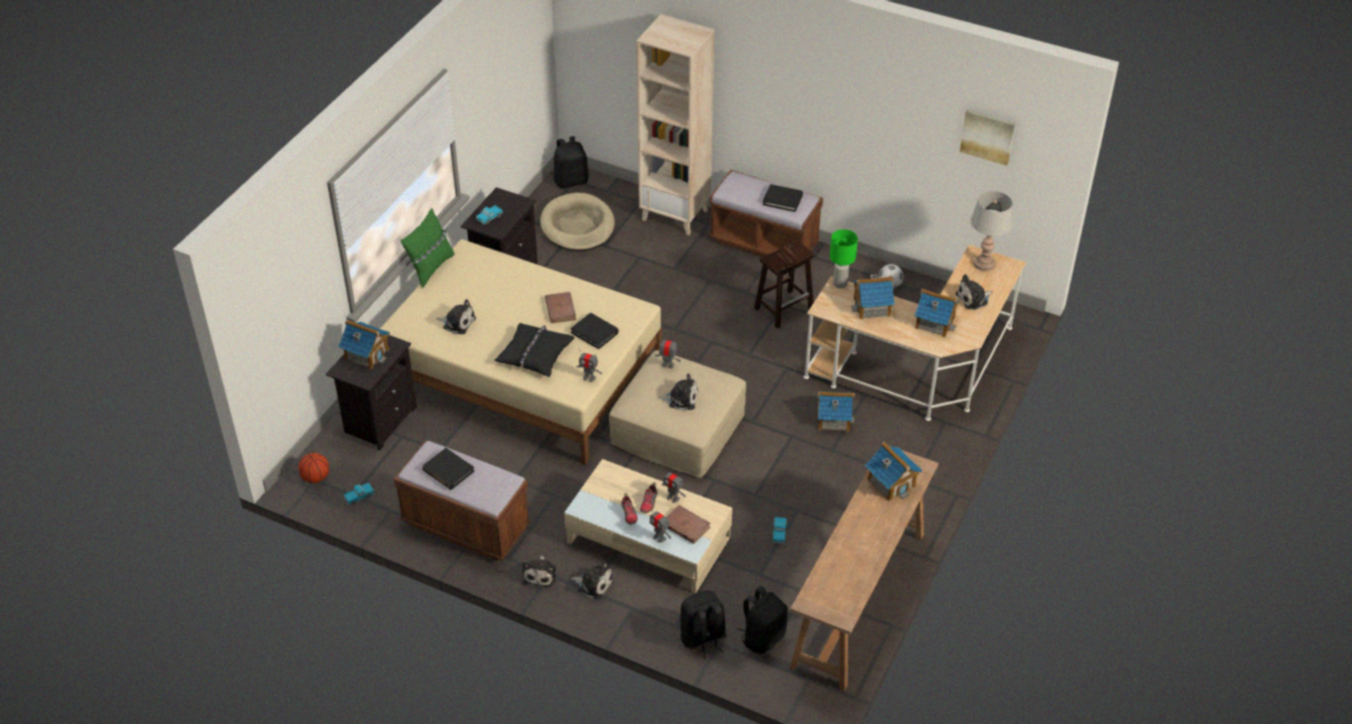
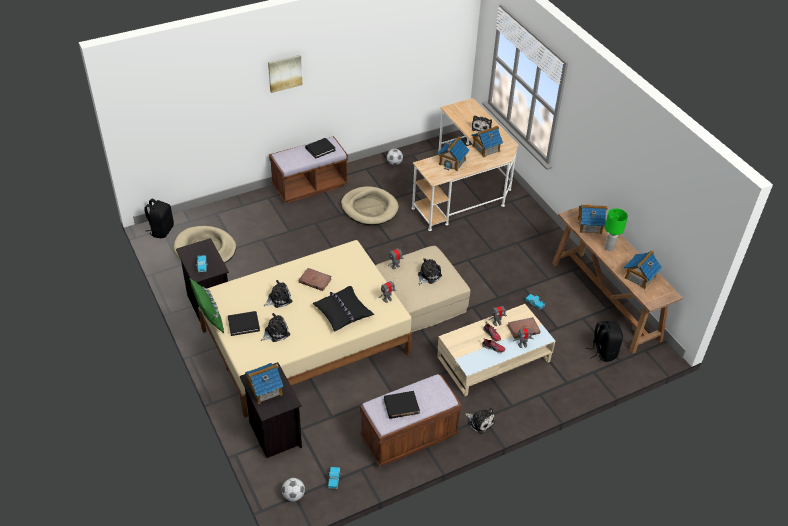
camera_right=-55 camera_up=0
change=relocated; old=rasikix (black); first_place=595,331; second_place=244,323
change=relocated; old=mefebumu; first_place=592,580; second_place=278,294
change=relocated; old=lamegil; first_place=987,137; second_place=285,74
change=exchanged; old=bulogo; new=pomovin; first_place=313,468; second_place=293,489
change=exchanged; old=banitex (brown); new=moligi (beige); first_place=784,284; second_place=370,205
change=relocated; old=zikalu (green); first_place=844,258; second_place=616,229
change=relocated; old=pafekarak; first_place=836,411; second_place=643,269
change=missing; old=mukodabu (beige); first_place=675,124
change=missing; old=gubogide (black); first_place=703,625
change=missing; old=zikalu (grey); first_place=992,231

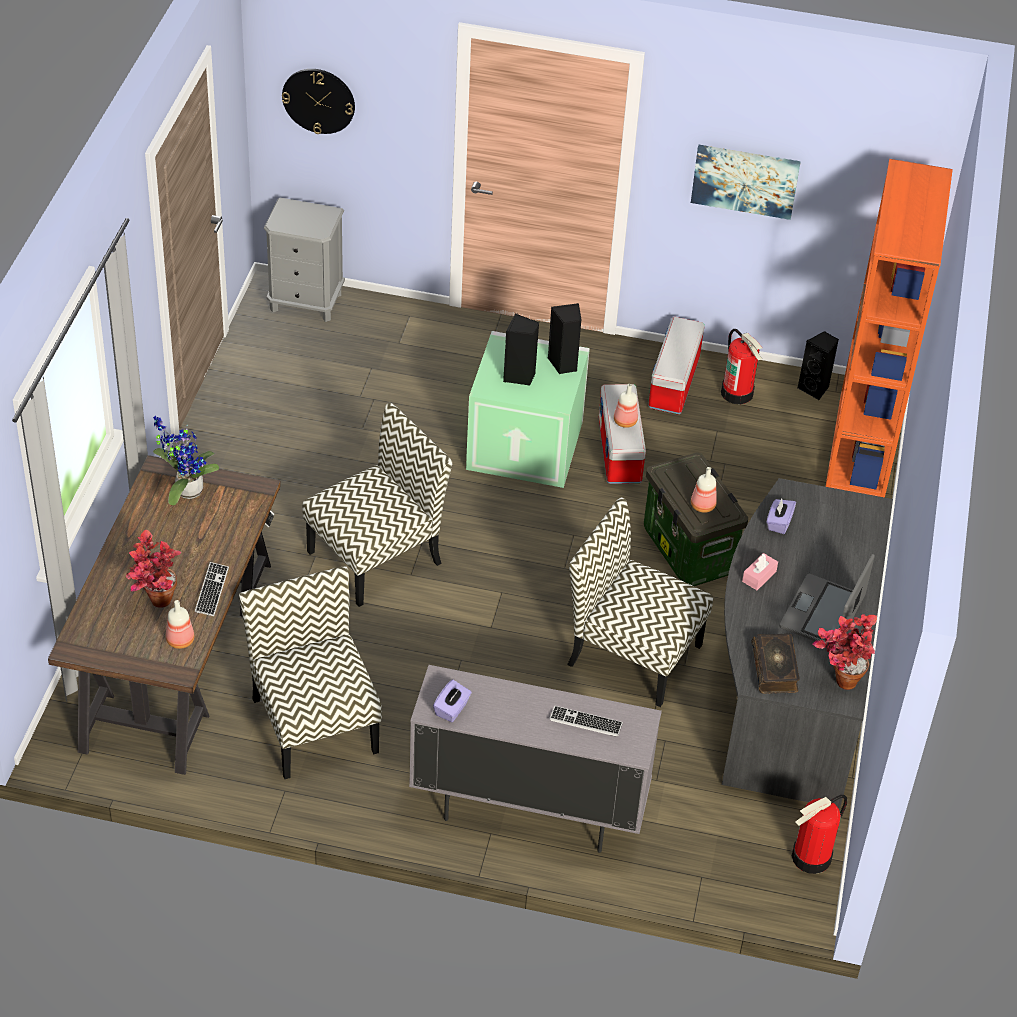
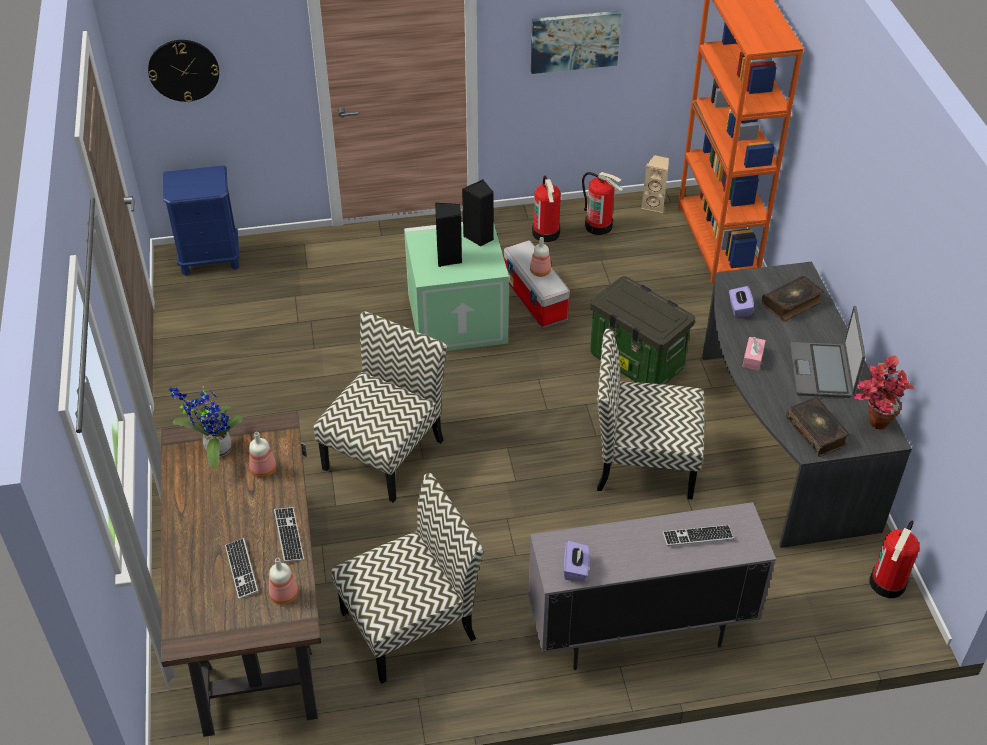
camera_right=-20 camera_up=0
change=colour; old=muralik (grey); new=muralik (blue); first_place=304,259; second_place=201,220
change=exchanged; old=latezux; new=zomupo; first_place=153,569; second_place=241,568
change=relocated; old=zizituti; first_place=704,490; second_place=262,455
change=spun; old=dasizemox; first_place=310,672; second_place=407,578; degrees=105
change=exchanged; old=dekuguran; new=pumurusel; first_place=676,366; second_place=546,209
change=colour; old=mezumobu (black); new=mezumobu (beige); first_place=818,365; second_place=655,184
change=appeared; new=rasikix; second_place=793,299

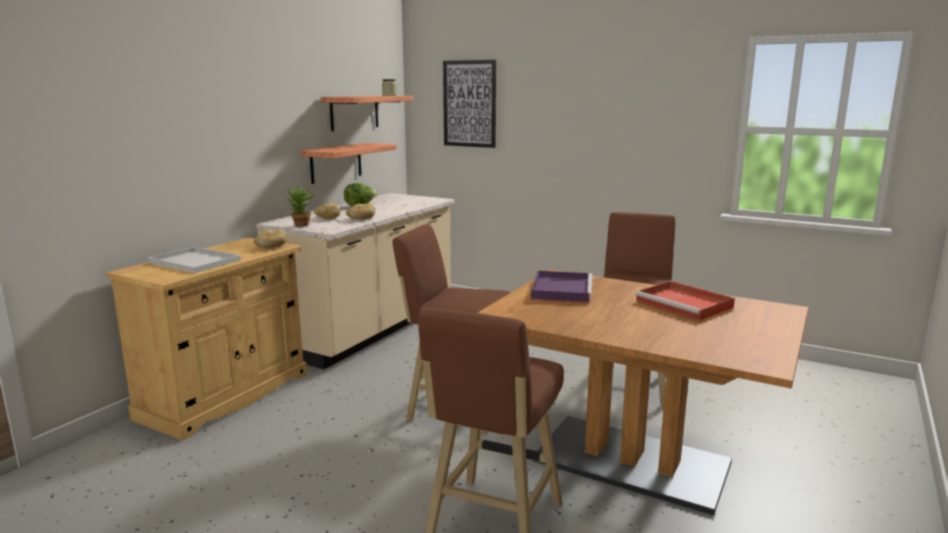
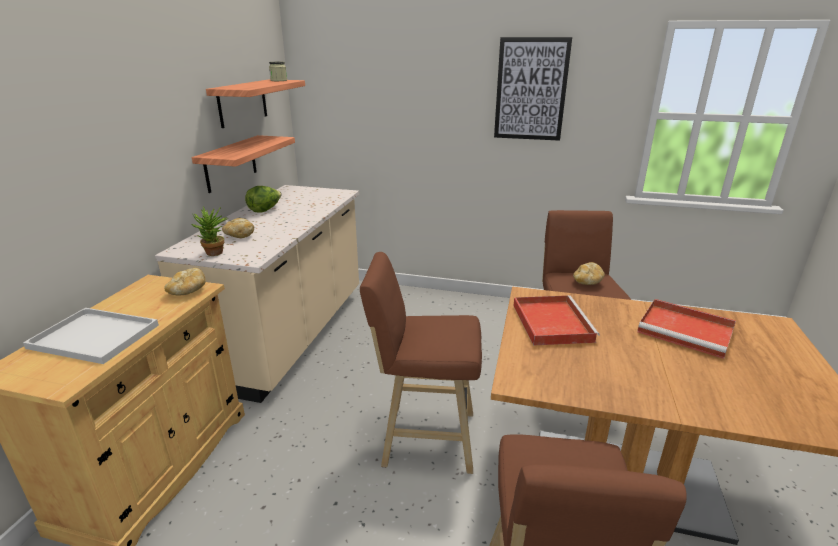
camera_right=-15 camera_up=10
change=relocated; old=lamegil; first_place=469,104; second_place=533,89
change=colour; old=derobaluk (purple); new=derobaluk (red); first_place=561,287; second_place=557,320
change=relocated; old=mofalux; first_place=360,211; second_place=589,273

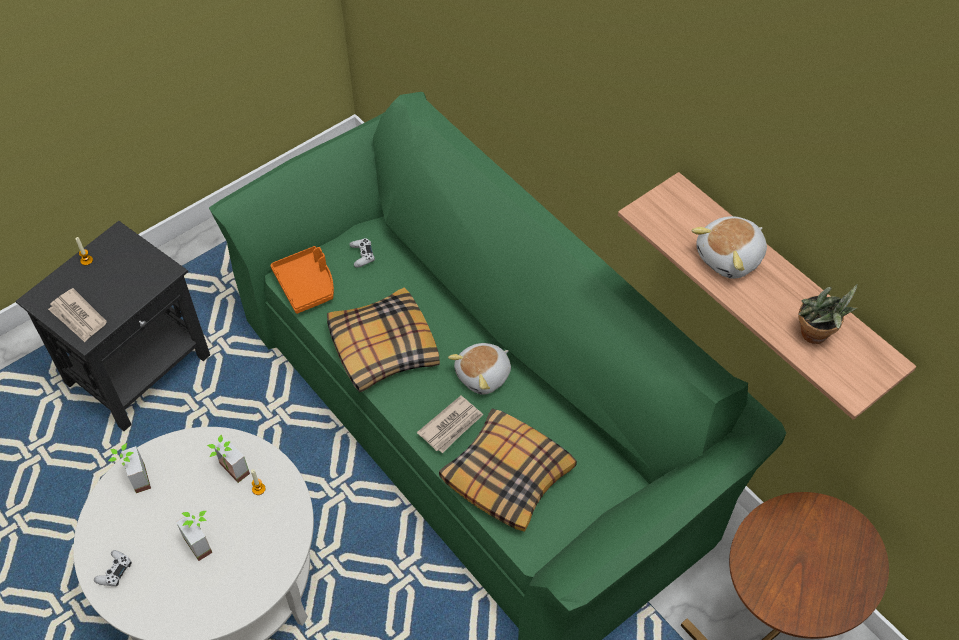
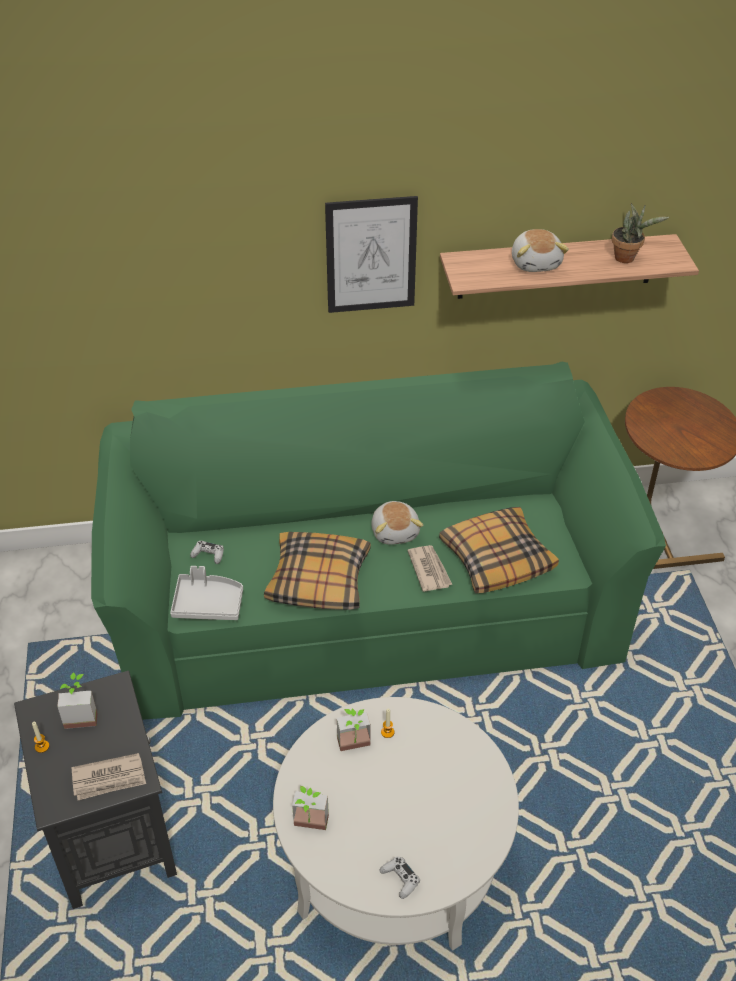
camera_right=-60 camera_up=-10
change=relocated; old=latezux; first_place=194,536; second_place=77,700
change=colour; old=derobaluk (orange); new=derobaluk (grey); first_place=302,280; second_place=206,593
change=appeared; new=lamegil; second_place=371,254

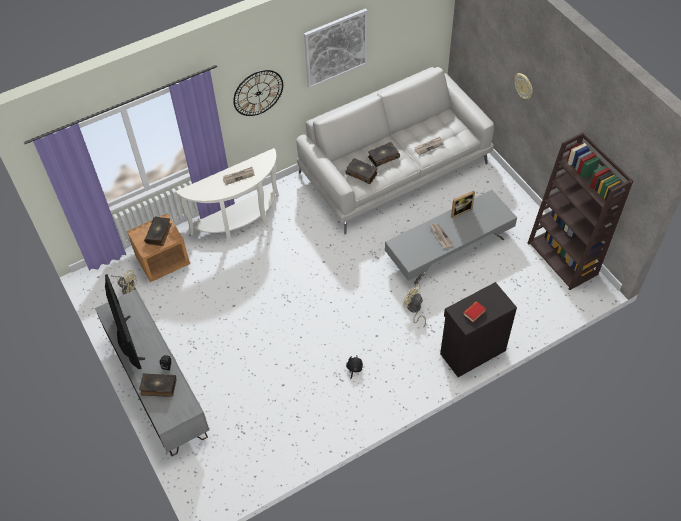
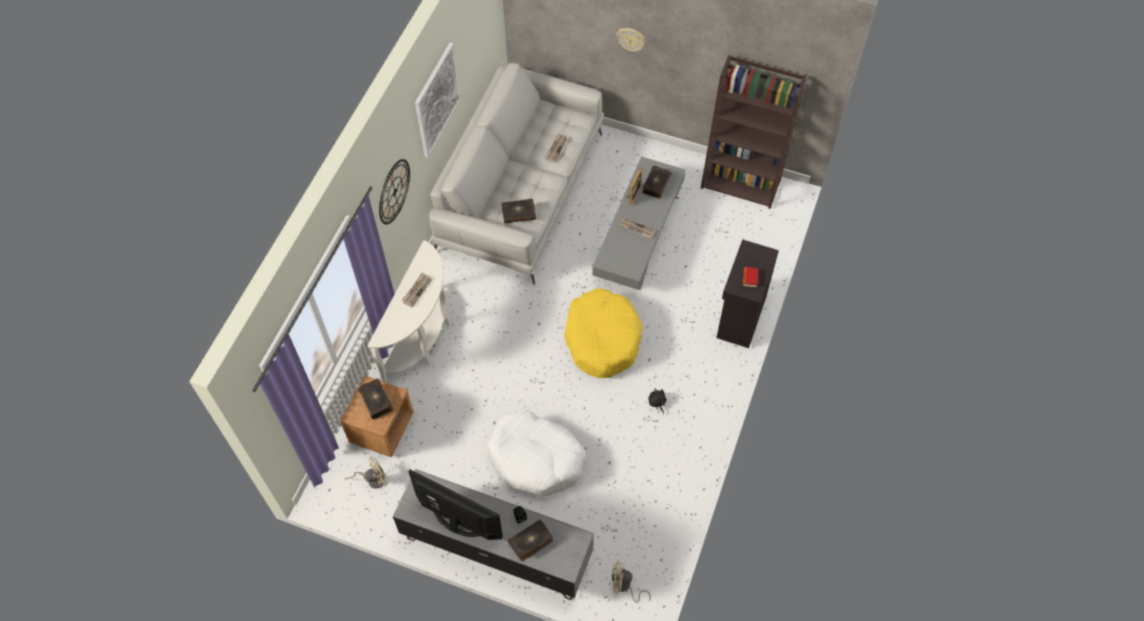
camera_right=-40 camera_up=5
change=appeared; new=moligi (white); second_place=537,453
change=appeared; new=moligi (yellow); second_place=603,333
change=relocated; old=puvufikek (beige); first_place=414,306; second_place=631,581
change=relocated; old=rasikix; first_place=384,154; second_place=657,182

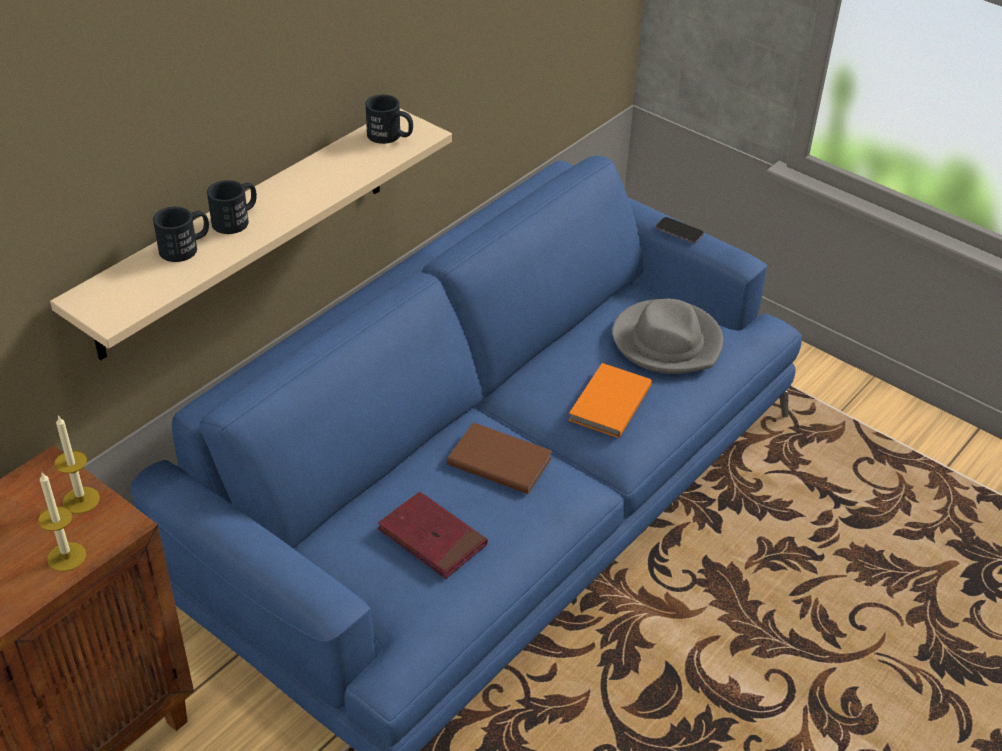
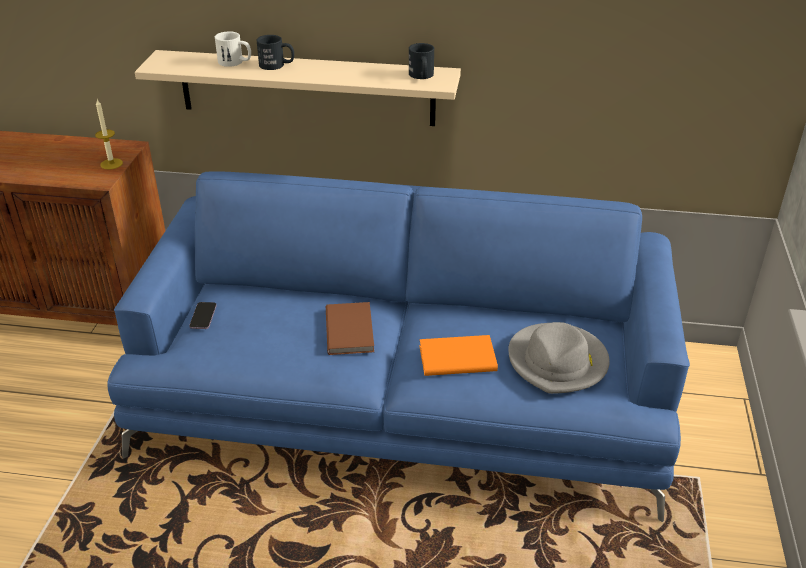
camera_right=60 camera_up=-5
change=relocated; old=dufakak; first_place=680,230; second_place=203,315
change=colour; old=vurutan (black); new=vurutan (white); first_place=181,234; second_place=233,49
change=missing; old=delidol; first_place=62,522
change=missing; old=rasikix (red); first_place=433,535

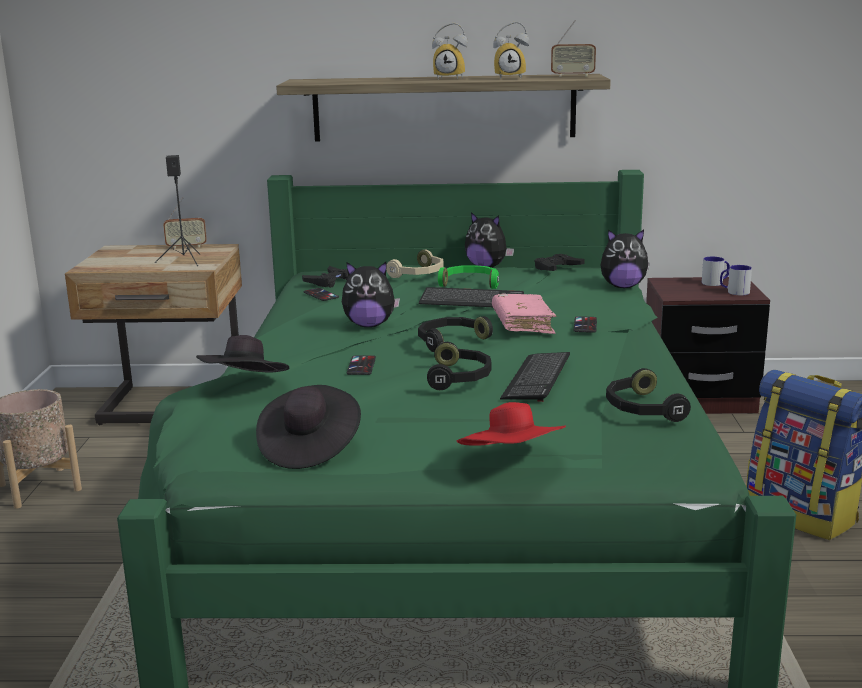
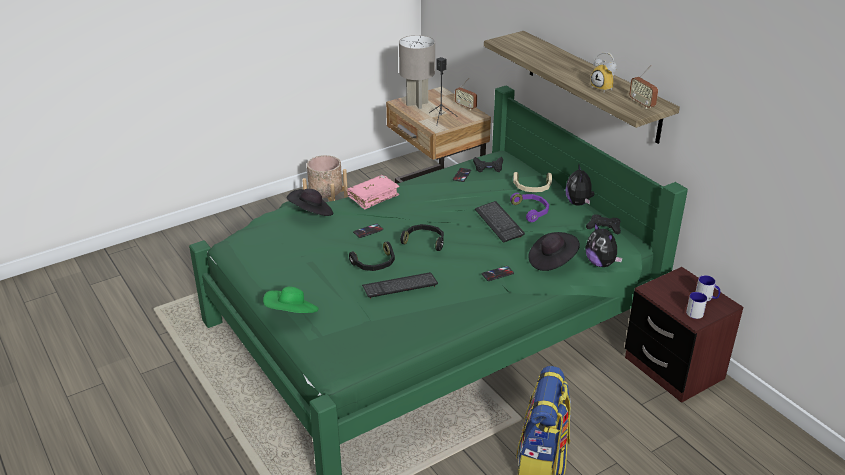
camera_right=55 camera_up=15
change=colour; old=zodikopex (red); new=zodikopex (green); first_place=511,424; second_place=291,299
change=relocated; old=rasikix (pink); first_place=524,314; second_place=373,192
change=appeared; new=zikalu (grey); second_place=417,72
change=colour; old=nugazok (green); new=nugazok (purple); first_place=468,277; second_place=529,207
change=relocated; old=zodikopex (black); first_place=308,427; second_place=554,251
change=missing; old=mefebumu; first_place=371,294
change=missing; old=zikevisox; first_place=450,51
change=missing; old=nugazok (black); first_place=648,395

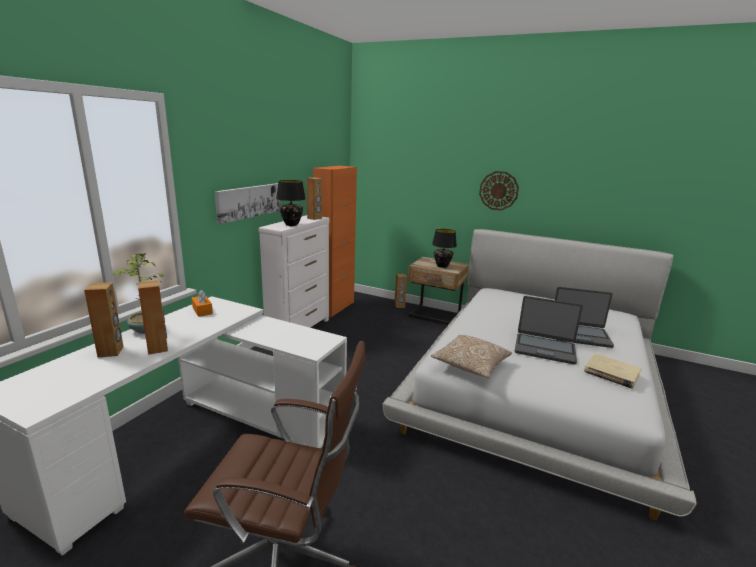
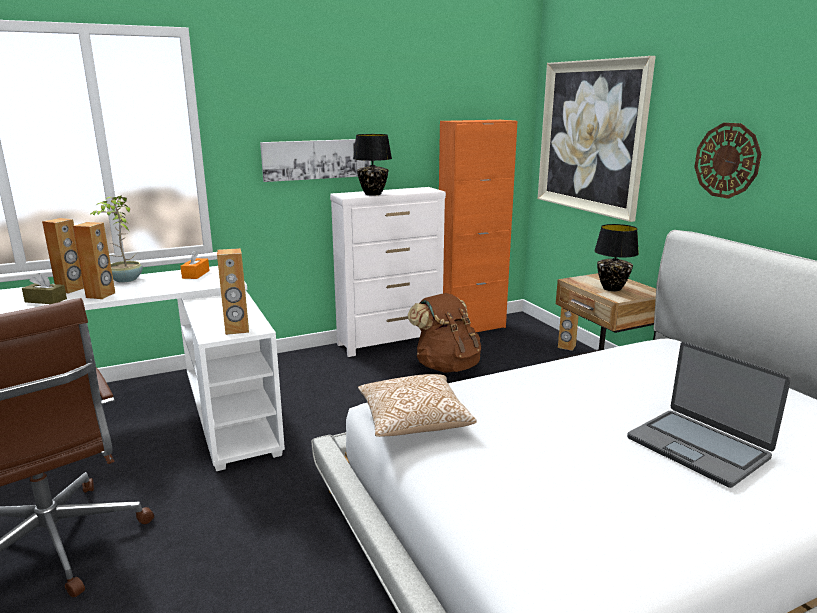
camera_right=40 camera_up=0
change=appeared; new=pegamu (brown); second_place=44,288
change=relocated; old=mezumobu (brown); first_place=314,198; second_place=233,291
change=appeared; new=gubogide (brown); second_place=444,333
change=appeared; new=lamegil; second_place=597,139
change=missing; old=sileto; first_place=549,330
change=missing; old=rasikix (beige); first_place=613,371

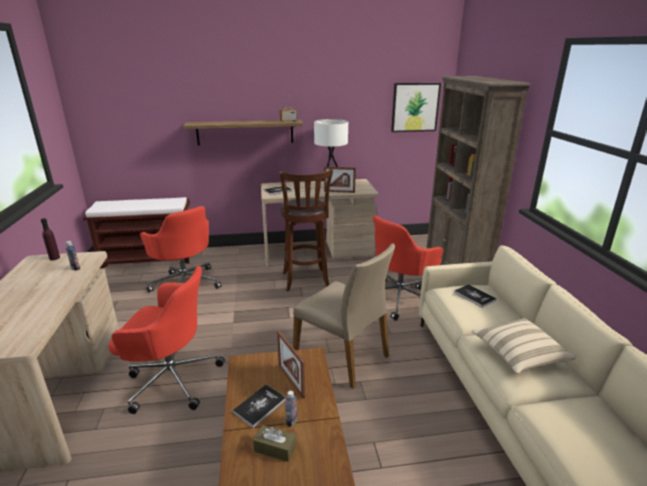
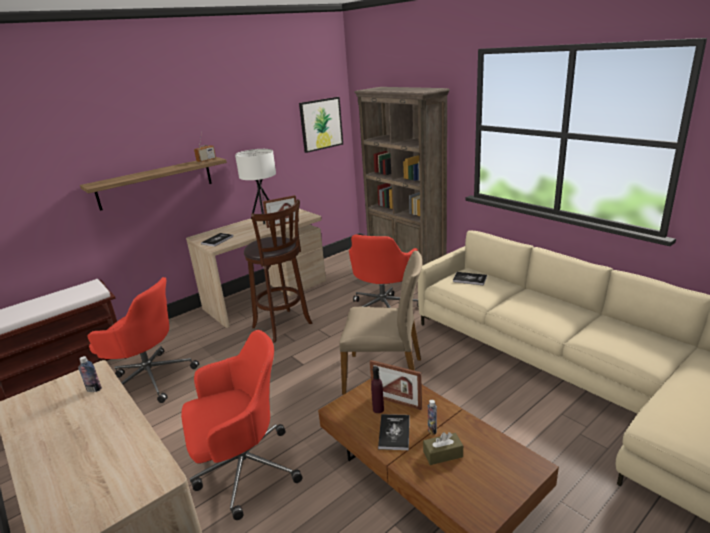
camera_right=-30 camera_up=0
change=relocated; old=zizituti (purple); first_place=50,239; second_place=377,389
change=missing; old=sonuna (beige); first_place=524,346

